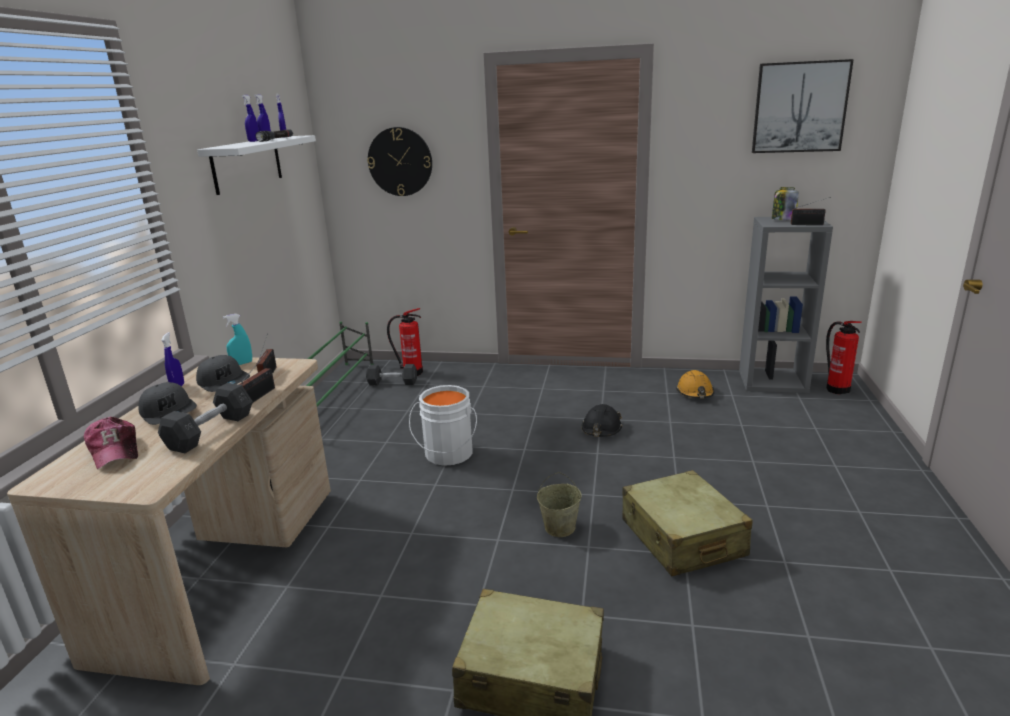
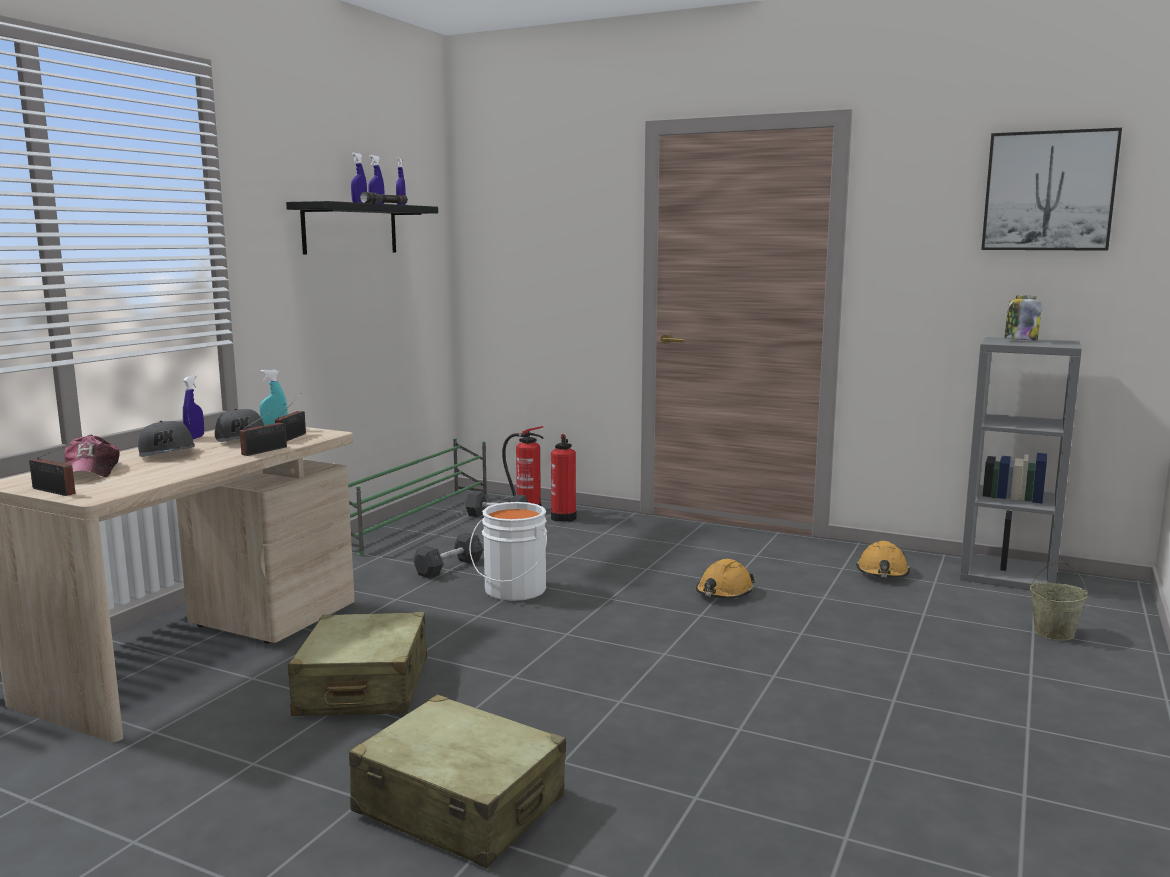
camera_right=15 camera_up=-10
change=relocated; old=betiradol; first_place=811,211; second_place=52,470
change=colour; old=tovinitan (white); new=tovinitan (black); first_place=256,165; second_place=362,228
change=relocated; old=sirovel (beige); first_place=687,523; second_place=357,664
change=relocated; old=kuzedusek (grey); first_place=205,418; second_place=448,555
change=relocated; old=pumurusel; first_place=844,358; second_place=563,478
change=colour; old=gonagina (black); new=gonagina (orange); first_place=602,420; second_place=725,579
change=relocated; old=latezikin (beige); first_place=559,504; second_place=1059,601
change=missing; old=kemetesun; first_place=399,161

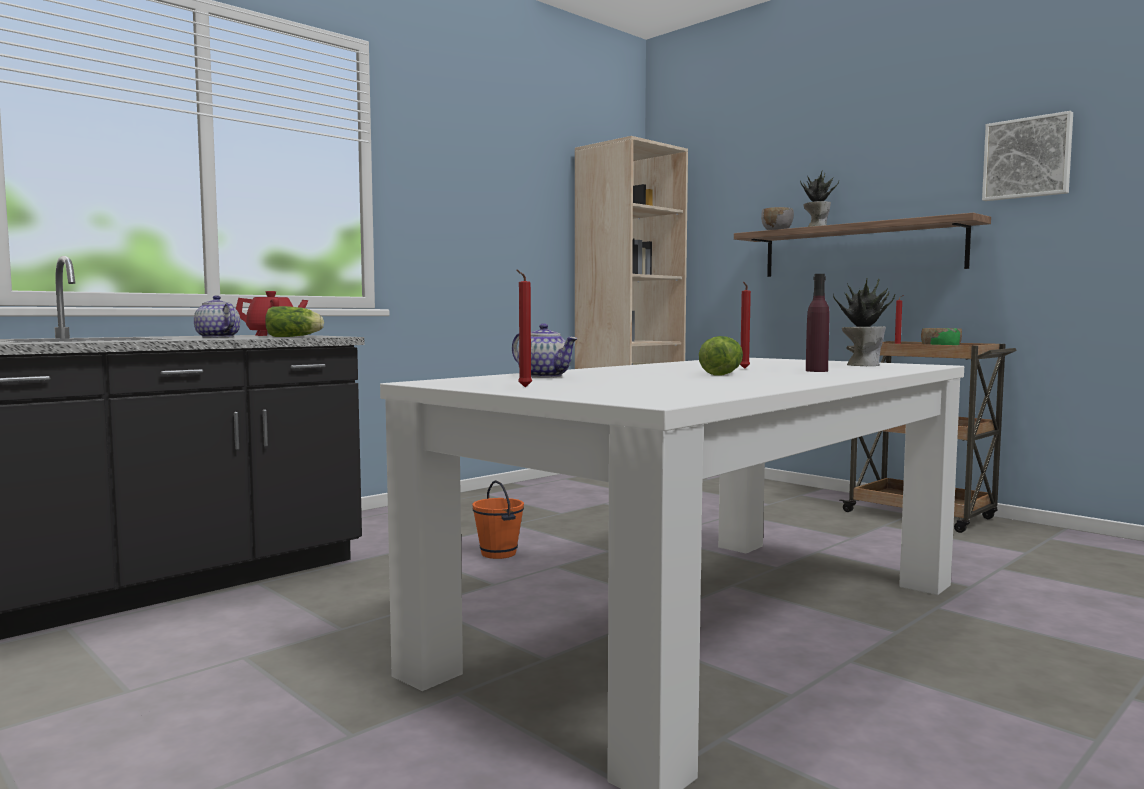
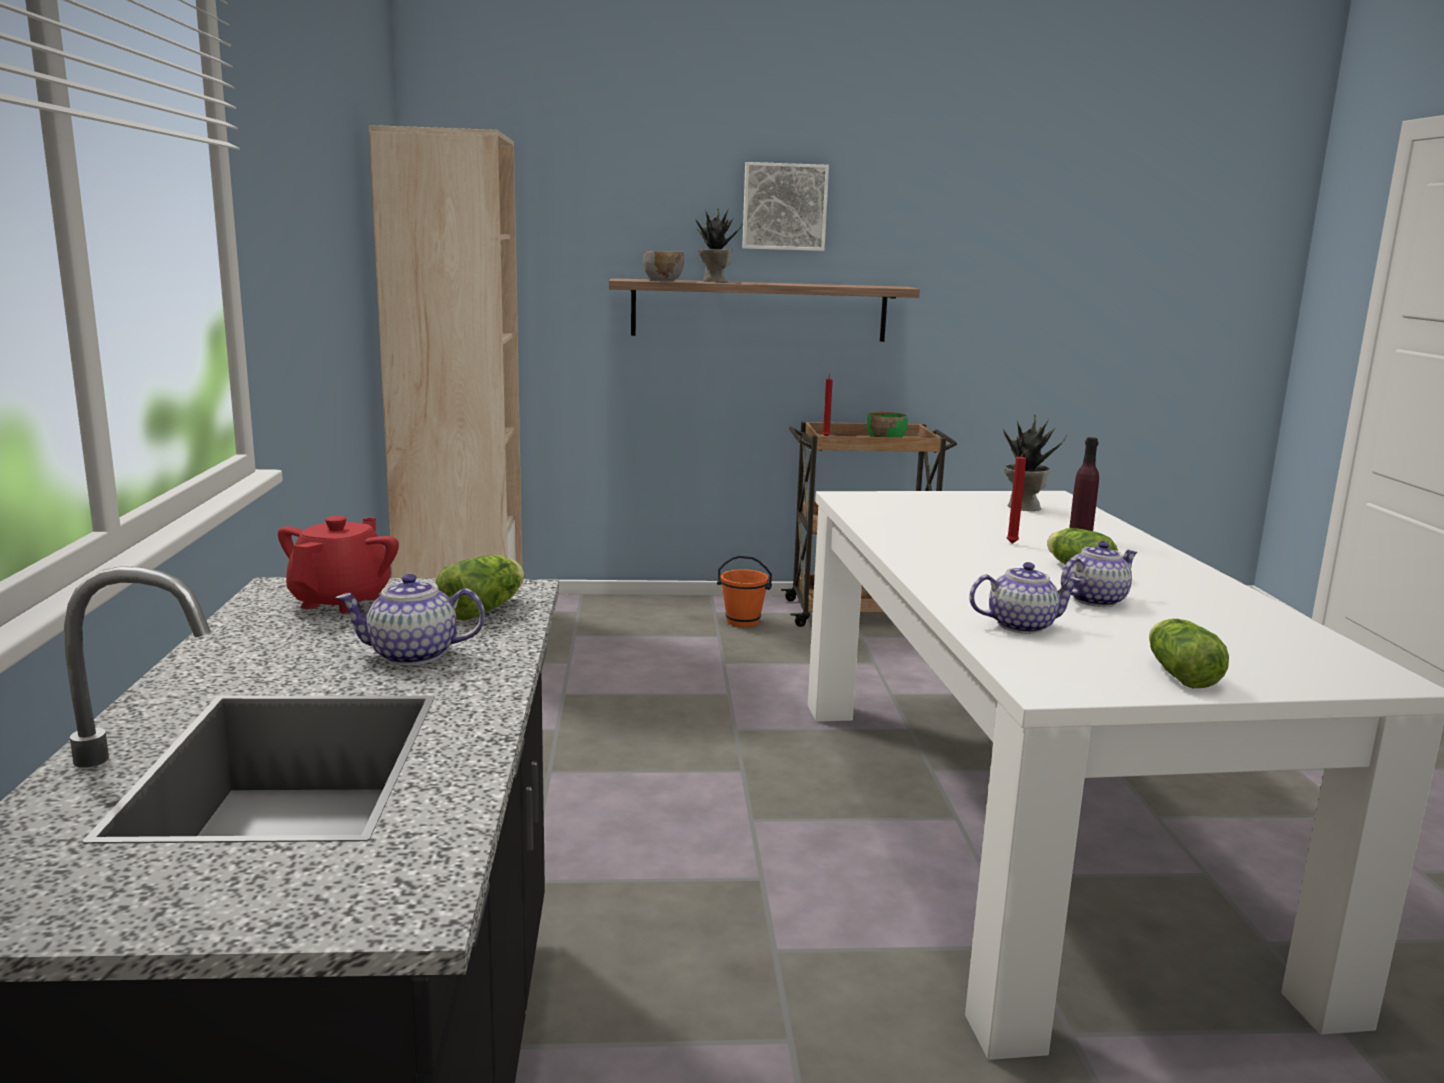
camera_right=-50 camera_up=10
change=relocated; old=latezikin (orange); first_place=498,519; second_place=744,591
change=relocated; old=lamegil; first_place=1027,156; second_place=785,206
change=appeared; new=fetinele; second_place=1099,574
change=exchanged; old=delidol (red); new=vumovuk; first_place=524,328; second_place=1189,653

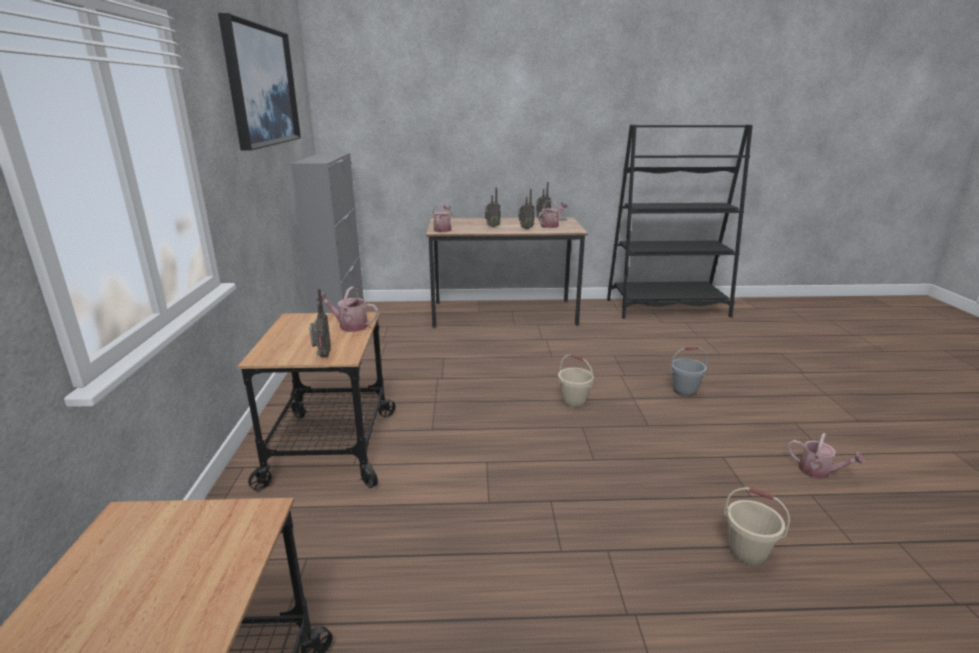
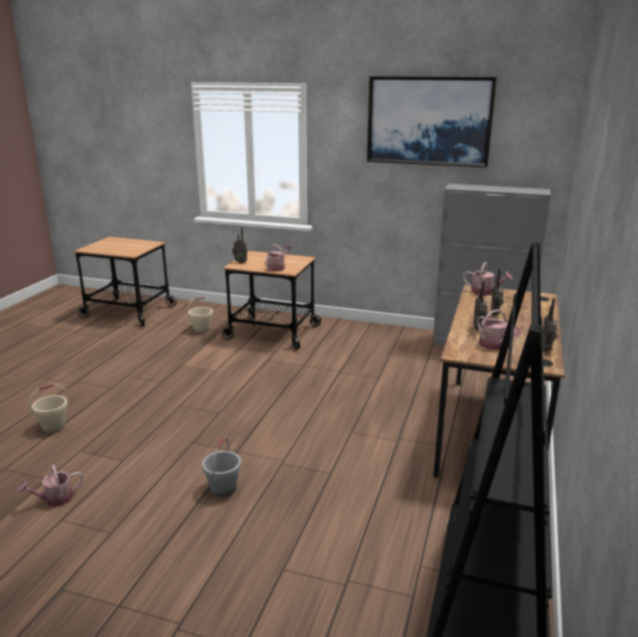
camera_right=110 camera_up=0
change=relocated; old=latezikin (beige); first_place=576,380; second_place=200,315

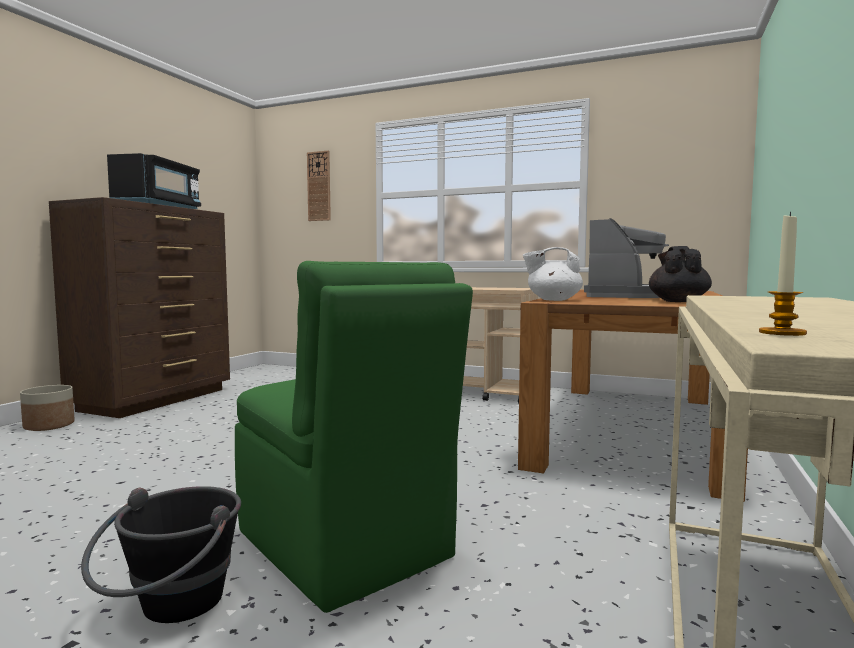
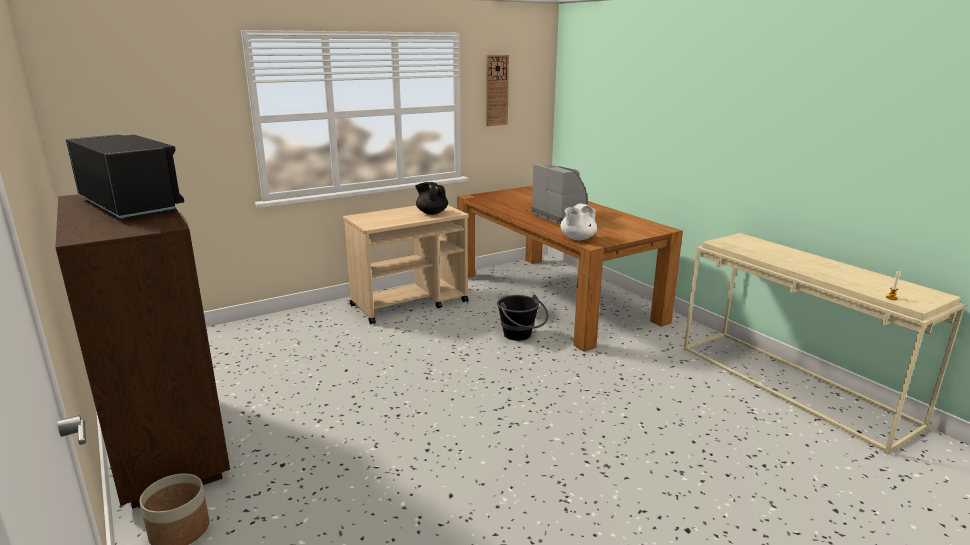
camera_right=-55 camera_up=15
change=relocated; old=fetinele (black); first_place=680,274; second_place=431,198
change=relocated; old=kemetesun; first_place=319,186; second_place=497,90
change=relocated; old=latezikin (black); first_place=161,554; second_place=522,318
change=missing; old=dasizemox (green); first_place=354,437

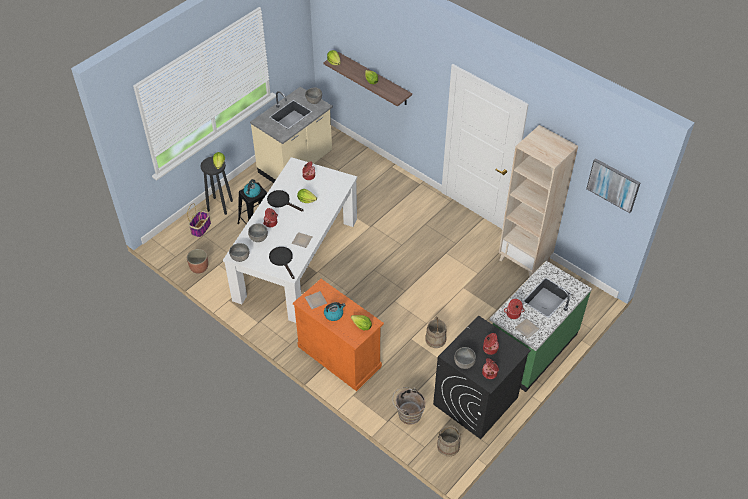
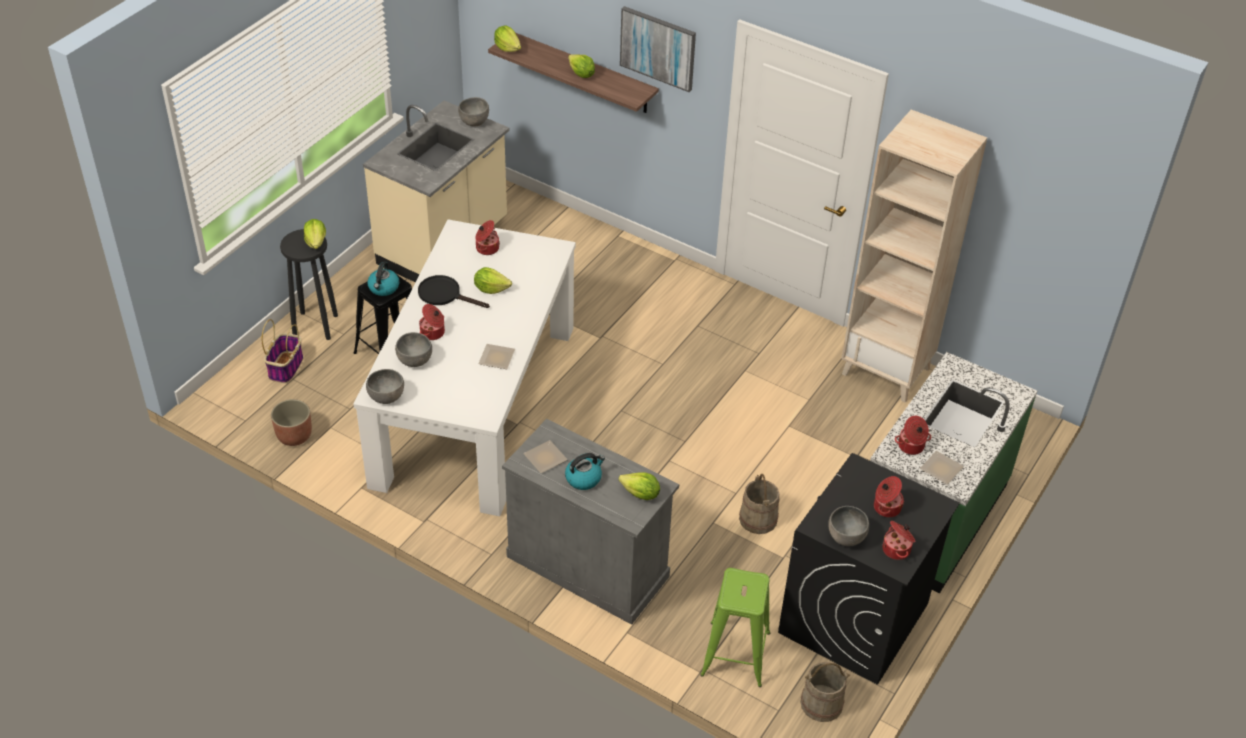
camera_right=-10 camera_up=-5
change=colour; old=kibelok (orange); new=kibelok (grey); first_place=338,335; second_place=590,522
change=relocated; old=lamegil; first_place=613,185; second_place=658,49
change=exchanged; old=latezikin (brown); new=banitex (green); first_place=409,406; second_place=735,627
change=missing; old=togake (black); first_place=282,263

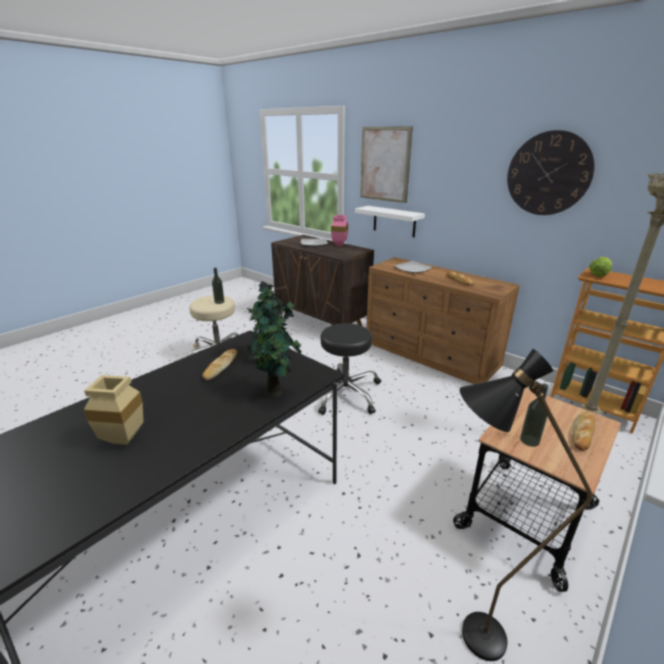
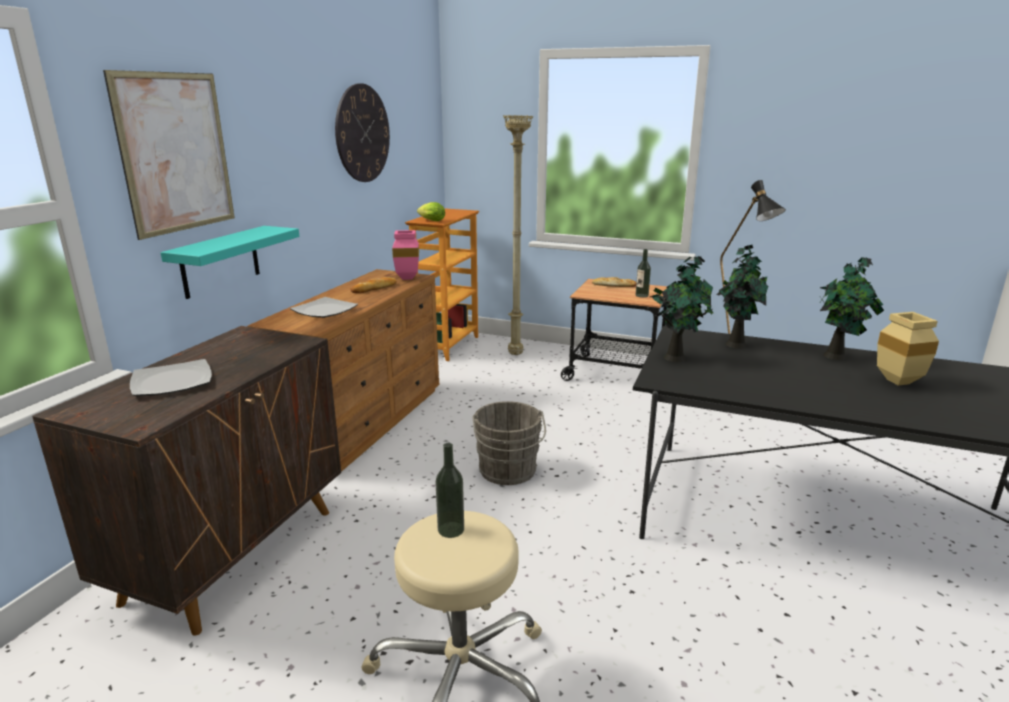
camera_right=-110 camera_up=-5
change=colour; old=tovinitan (white); new=tovinitan (turquoise); first_place=390,221; second_place=230,262
change=relocated; old=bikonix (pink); first_place=339,230; second_place=405,255
change=exchanged; old=banitex (black); new=latezikin (grey); first_place=349,369; second_place=509,443
change=appeared; new=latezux; second_place=851,308
change=missing; old=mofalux; first_place=219,364

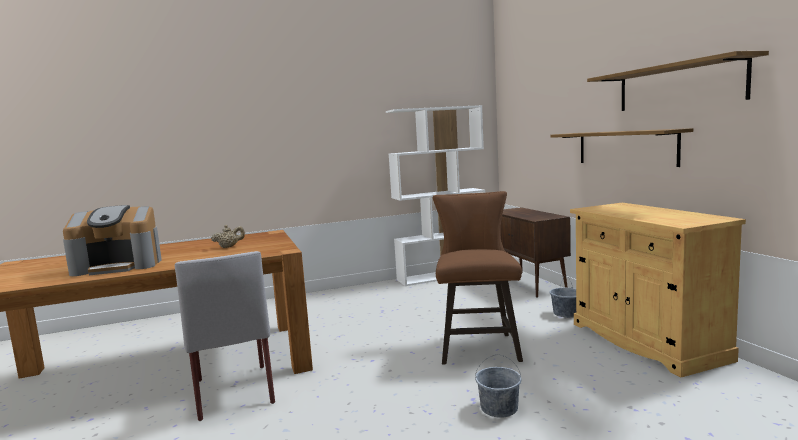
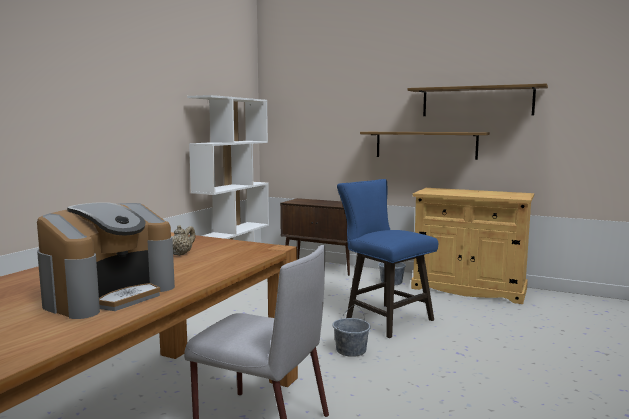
camera_right=-45 camera_up=0
change=relocated; old=latezikin (grey); first_place=498,386; second_place=352,331
change=colour; old=banitex (brown); new=banitex (blue); first_place=478,277; second_place=387,258

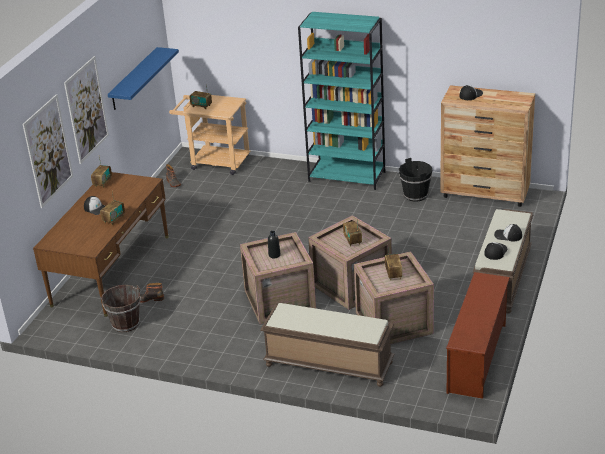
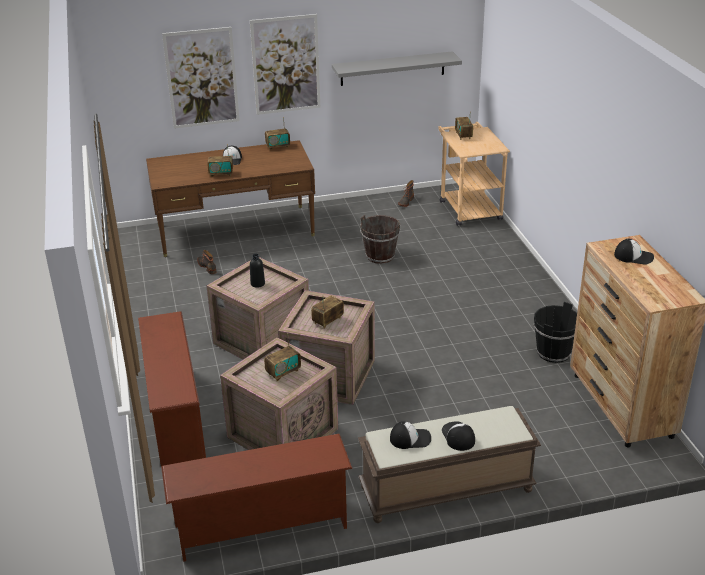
camera_right=55 camera_up=0
change=exchanged; old=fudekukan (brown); new=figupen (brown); first_place=327,345; second_place=172,388
change=colour; old=tovinitan (blue); new=tovinitan (grey); first_place=143,78; second_place=397,68
change=relocated; old=latezikin (brown); first_place=120,308; second_place=380,239
change=missing; old=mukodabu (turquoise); first_place=341,101

